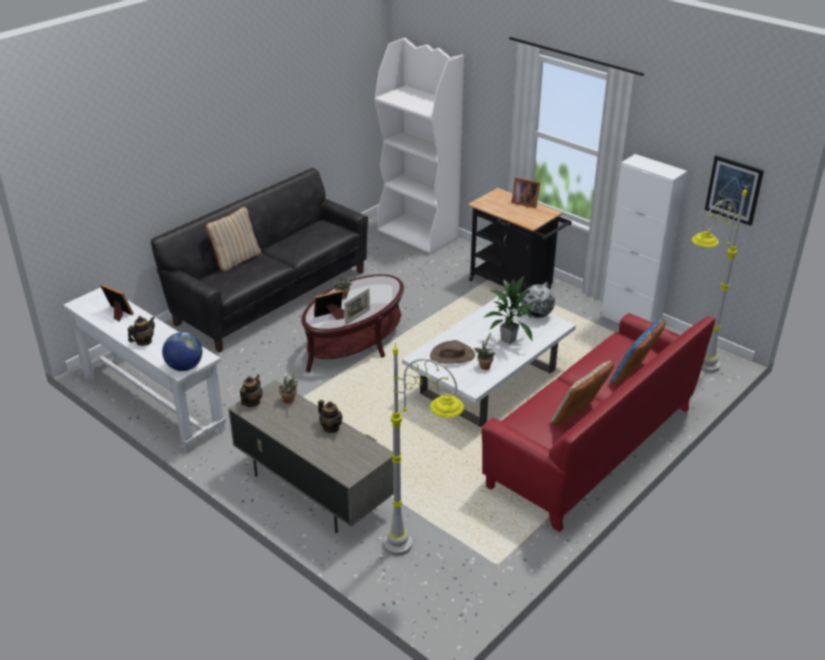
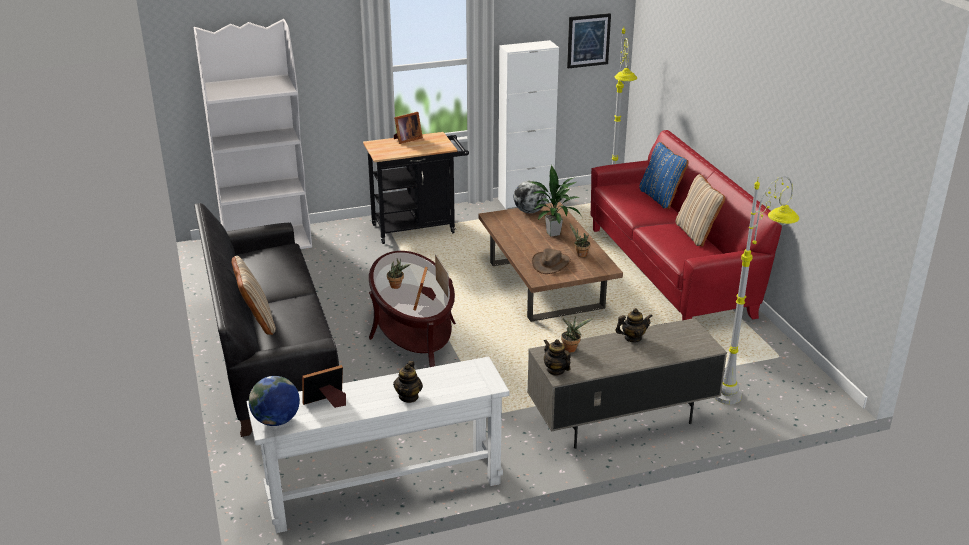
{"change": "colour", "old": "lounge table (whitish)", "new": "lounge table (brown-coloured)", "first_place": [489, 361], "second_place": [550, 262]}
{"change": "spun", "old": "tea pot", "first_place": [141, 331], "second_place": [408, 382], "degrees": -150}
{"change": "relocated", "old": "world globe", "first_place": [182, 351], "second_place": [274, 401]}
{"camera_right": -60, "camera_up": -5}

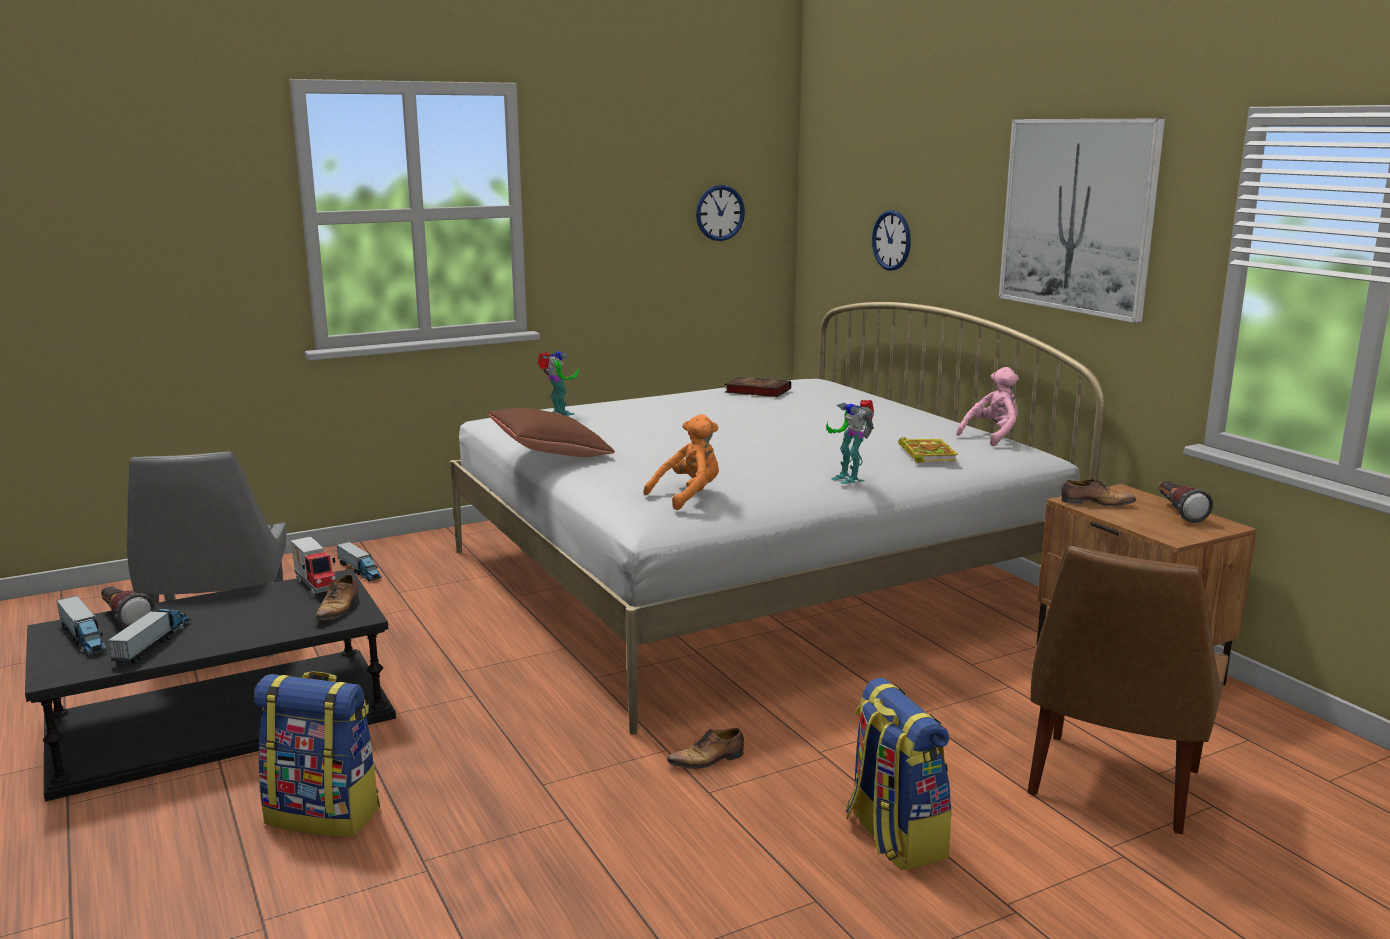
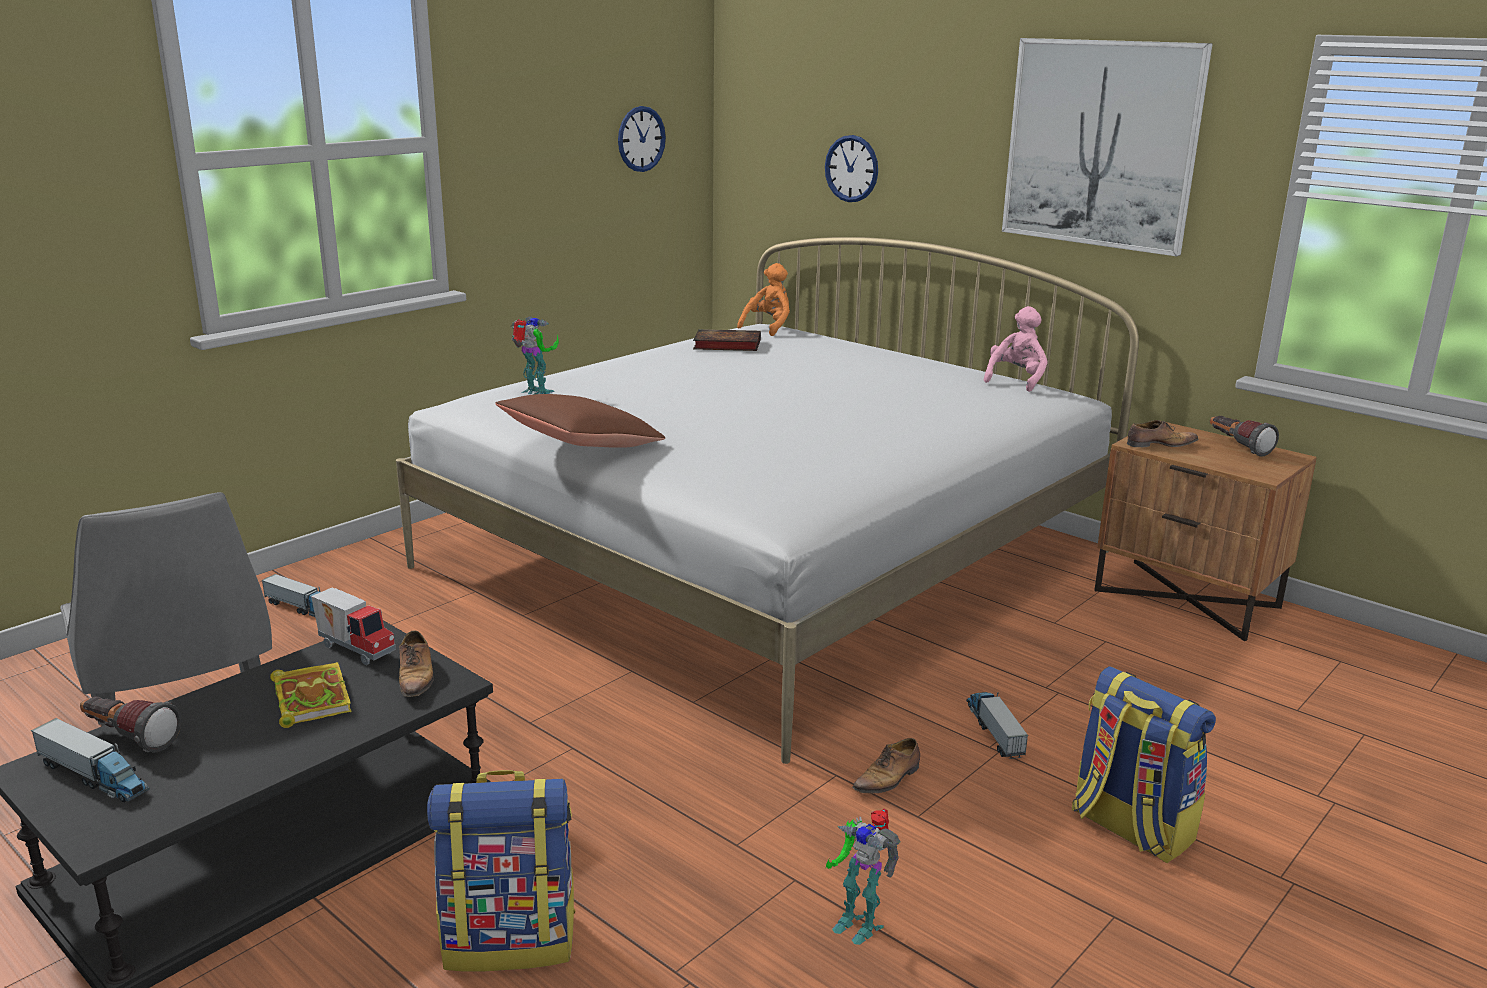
{"change": "relocated", "old": "model robot", "first_place": [850, 442], "second_place": [863, 876]}
{"change": "relocated", "old": "plush toy (orangey)", "first_place": [681, 462], "second_place": [763, 299]}
{"change": "relocated", "old": "book", "first_place": [928, 450], "second_place": [310, 695]}
{"change": "missing", "old": "chair (brown-coloured)", "first_place": [1128, 690]}
{"change": "relocated", "old": "toy truck", "first_place": [149, 636], "second_place": [997, 725]}
{"camera_right": -20, "camera_up": 5}

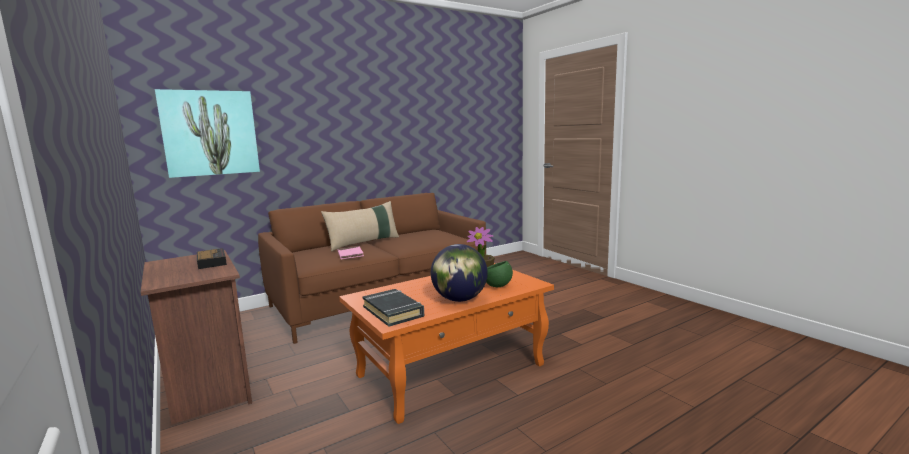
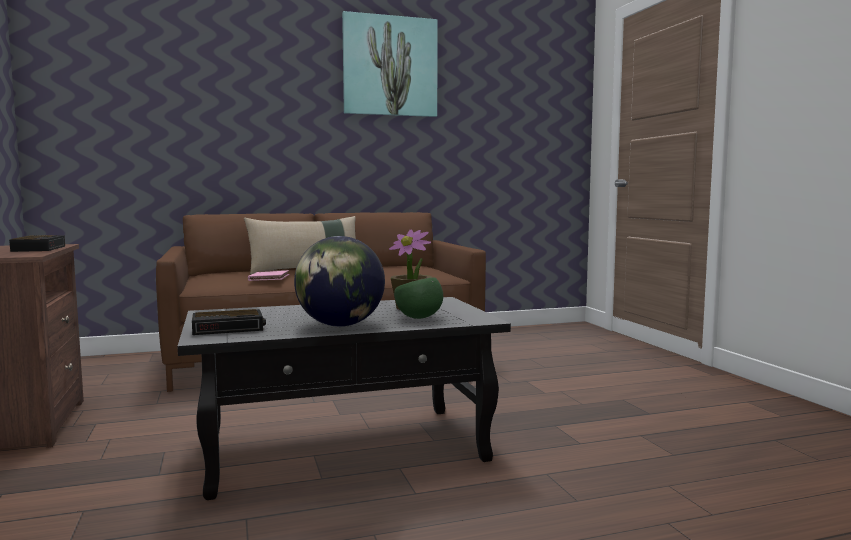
{"change": "relocated", "old": "wall art", "first_place": [207, 133], "second_place": [390, 64]}
{"change": "colour", "old": "lounge table (orangey)", "new": "lounge table (black-coloured)", "first_place": [446, 343], "second_place": [344, 398]}
{"change": "exchanged", "old": "book (black-coloured)", "new": "table clock", "first_place": [393, 308], "second_place": [229, 322]}
{"camera_right": 15, "camera_up": -5}

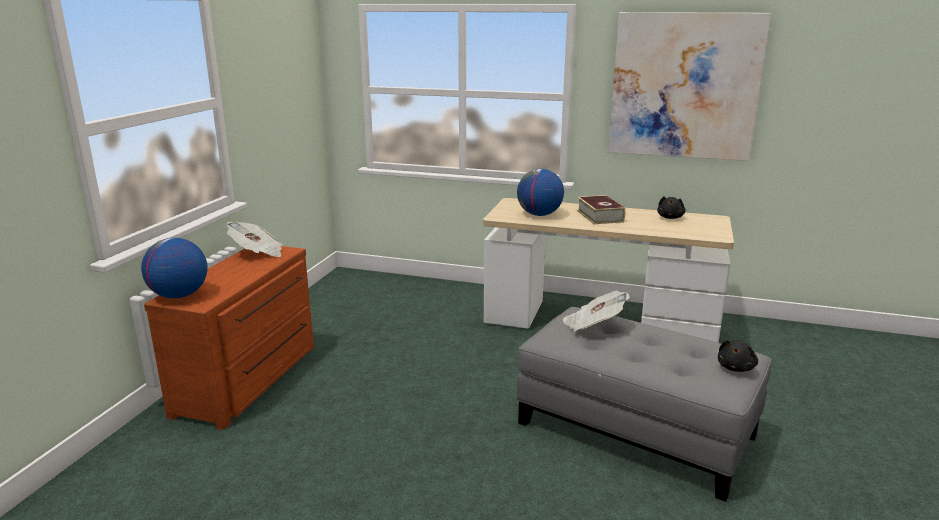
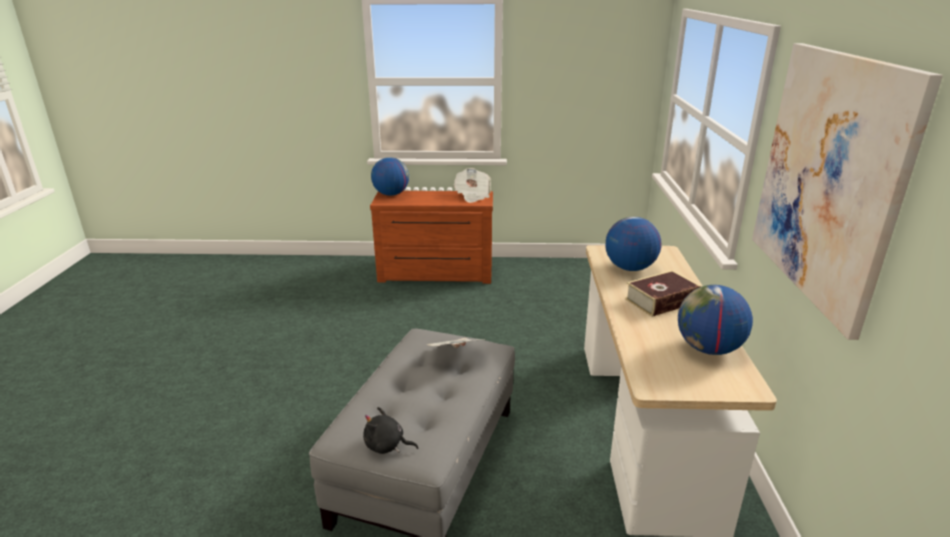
{"change": "exchanged", "old": "plush toy (black-coloured)", "new": "world globe", "first_place": [671, 207], "second_place": [715, 320]}
{"camera_right": 75, "camera_up": 5}

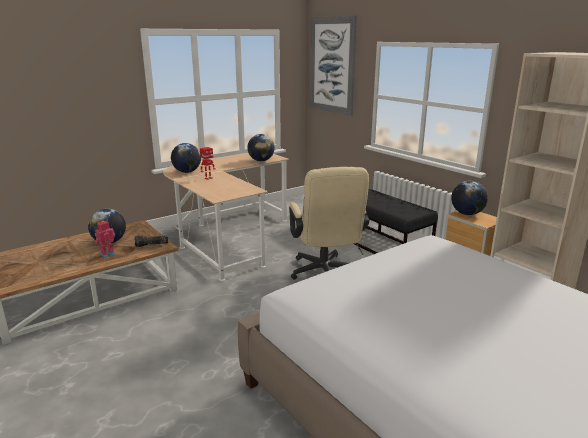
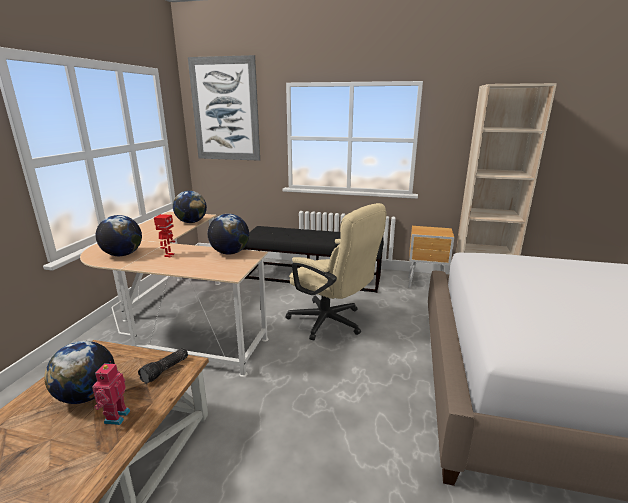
{"change": "relocated", "old": "world globe", "first_place": [469, 198], "second_place": [228, 234]}
{"camera_right": -40, "camera_up": 0}

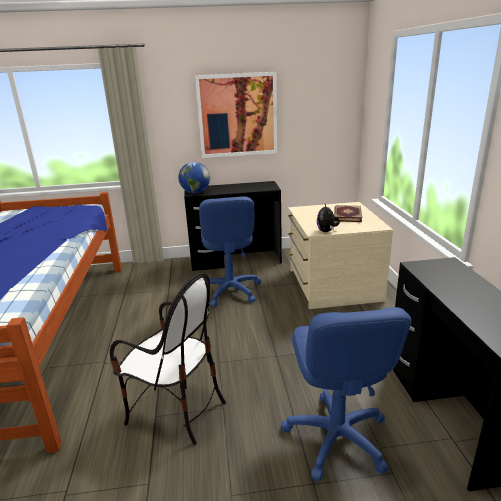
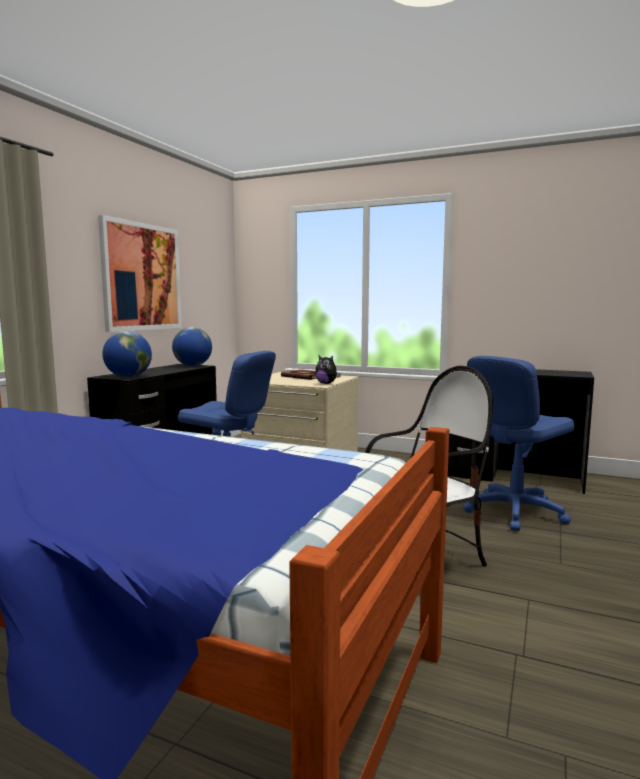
{"change": "spun", "old": "desk chair (bluish)", "first_place": [345, 394], "second_place": [519, 443], "degrees": 120}
{"change": "appeared", "new": "world globe", "second_place": [192, 346]}
{"camera_right": -60, "camera_up": -15}

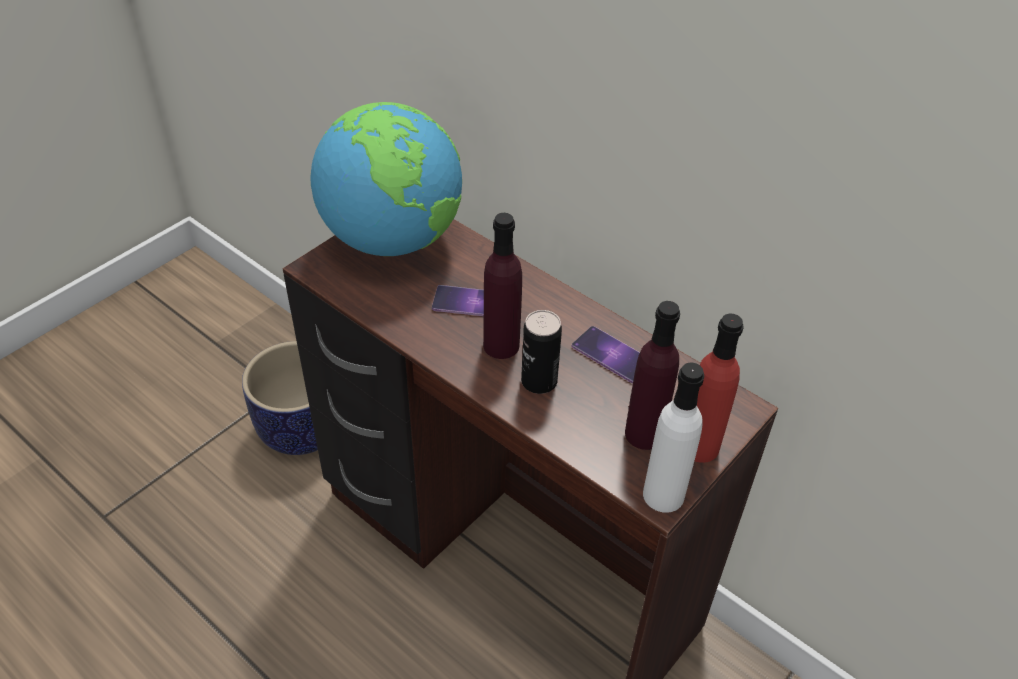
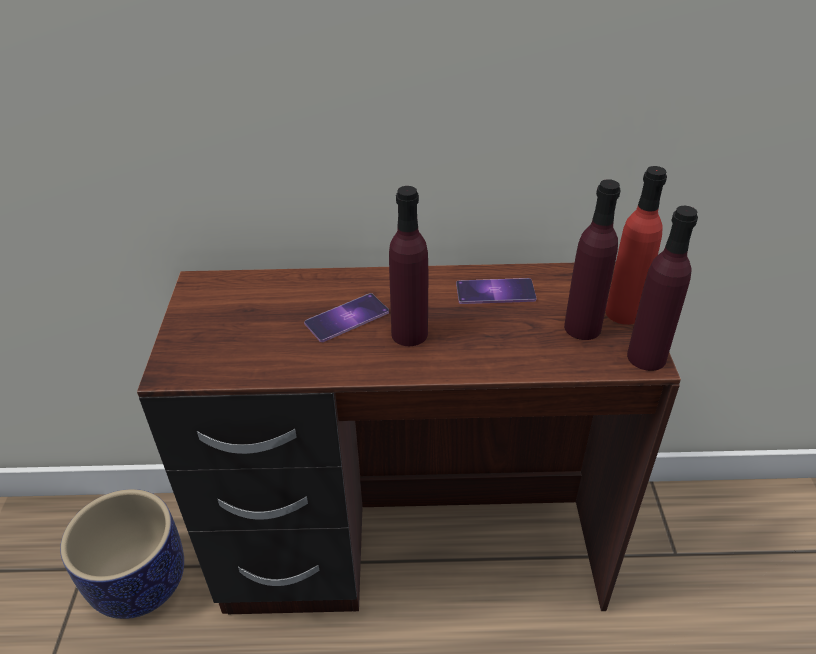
{"change": "missing", "old": "world globe", "first_place": [386, 179]}
{"change": "missing", "old": "sealed can", "first_place": [541, 352]}
{"change": "colour", "old": "beverage bottle (whitish)", "new": "beverage bottle (purple-coloured)", "first_place": [673, 438], "second_place": [662, 288]}
{"camera_right": -40, "camera_up": -5}

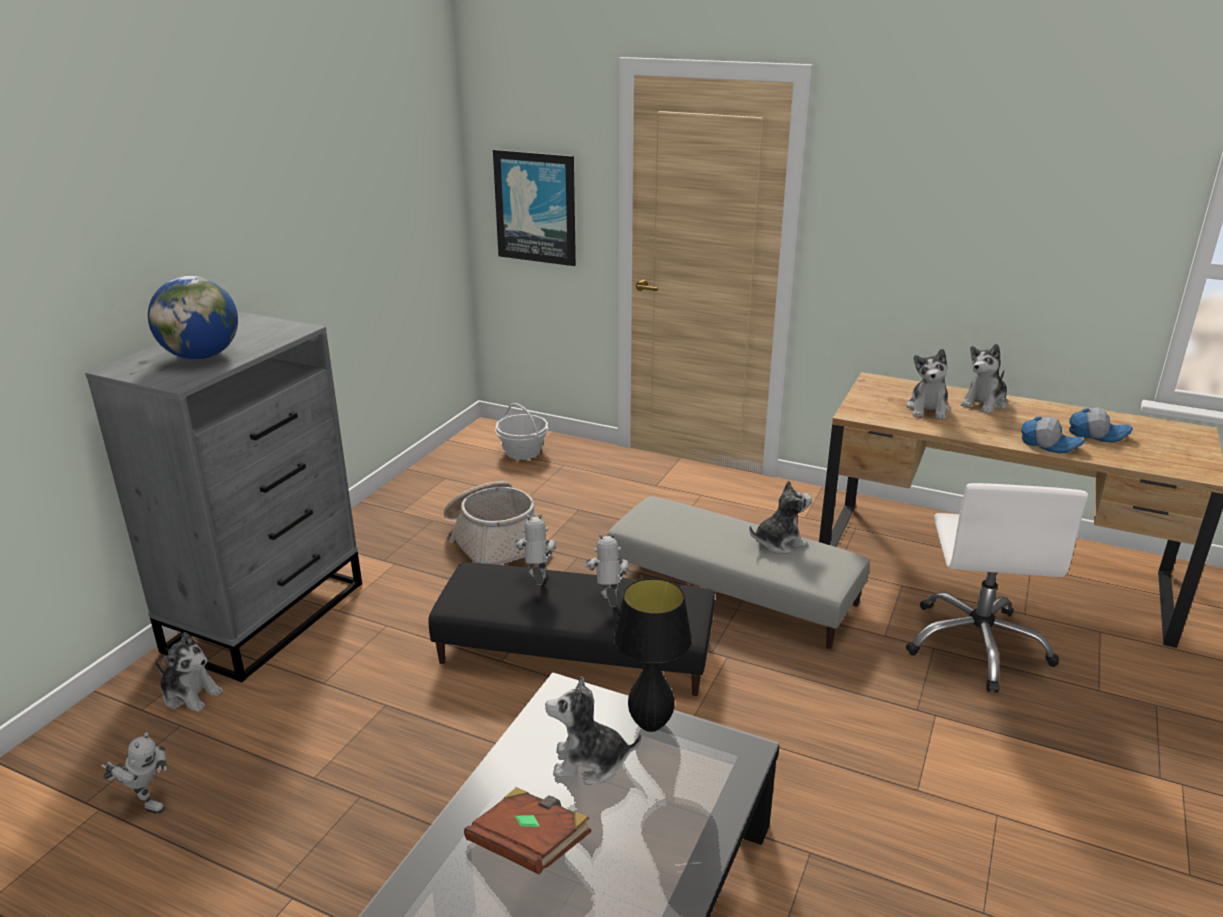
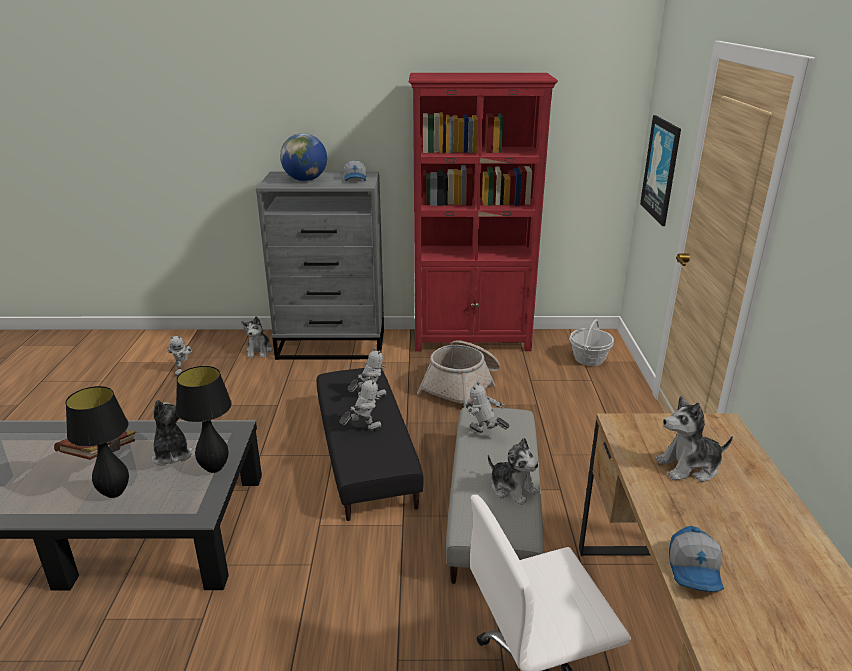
{"change": "missing", "old": "plush toy", "first_place": [984, 379]}
{"change": "relocated", "old": "cap", "first_place": [1101, 425], "second_place": [355, 170]}
{"change": "appeared", "new": "bookcase (reddish)", "second_place": [483, 212]}
{"change": "appeared", "new": "model robot", "second_place": [487, 407]}
{"change": "appeared", "new": "lamp for a table (black-coloured)", "second_place": [97, 442]}
{"camera_right": 65, "camera_up": 0}

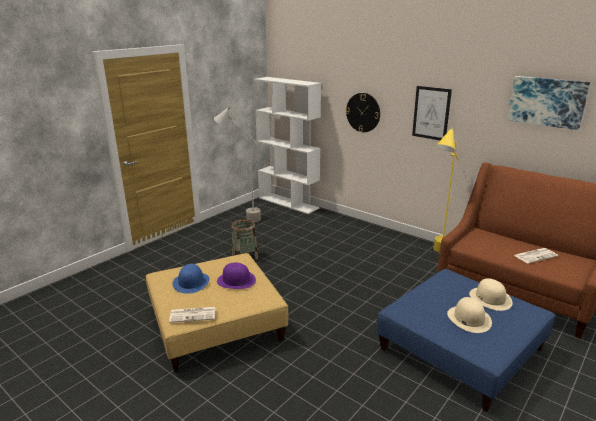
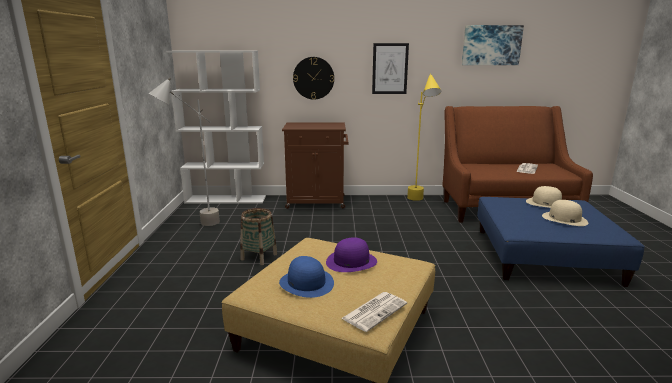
{"change": "appeared", "new": "storage cabinet (brown-coloured)", "second_place": [315, 166]}
{"camera_right": -40, "camera_up": -5}

